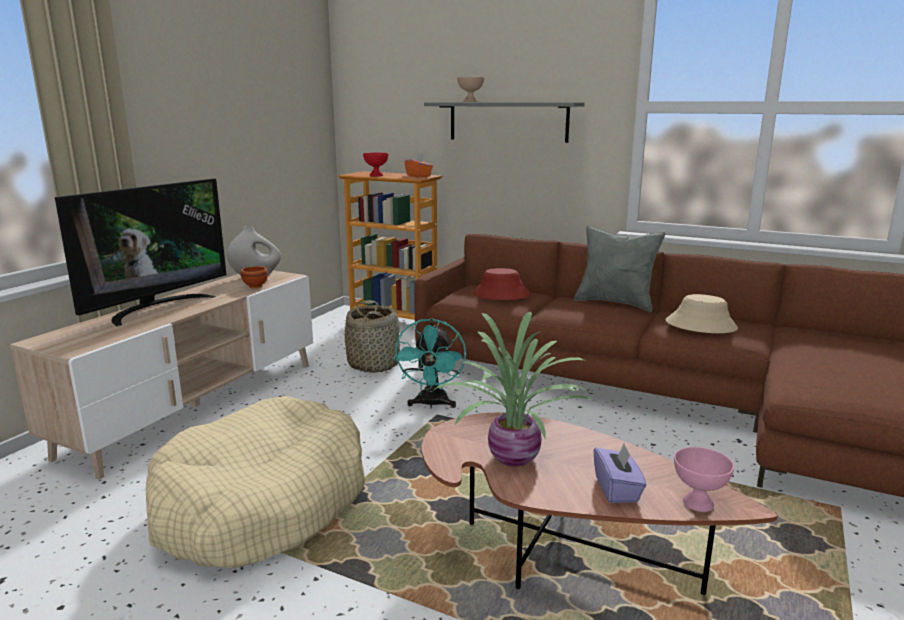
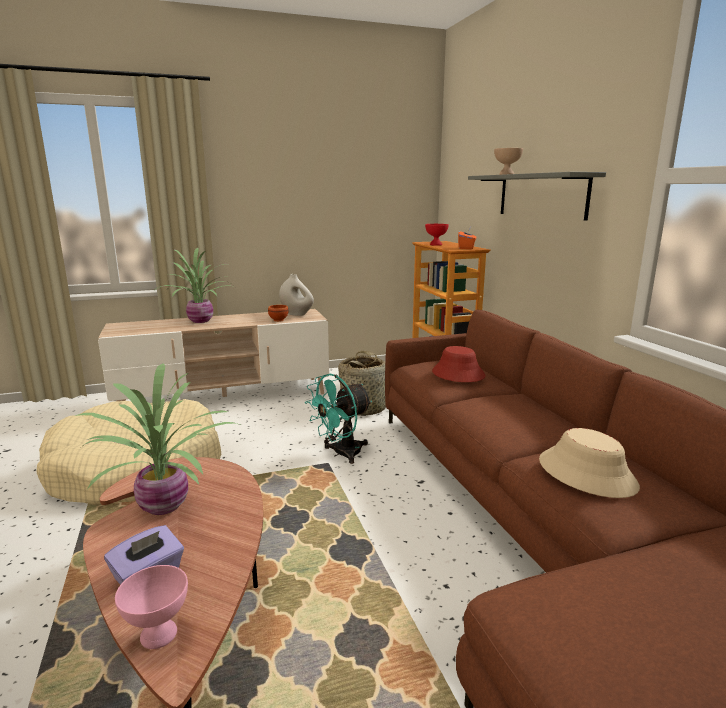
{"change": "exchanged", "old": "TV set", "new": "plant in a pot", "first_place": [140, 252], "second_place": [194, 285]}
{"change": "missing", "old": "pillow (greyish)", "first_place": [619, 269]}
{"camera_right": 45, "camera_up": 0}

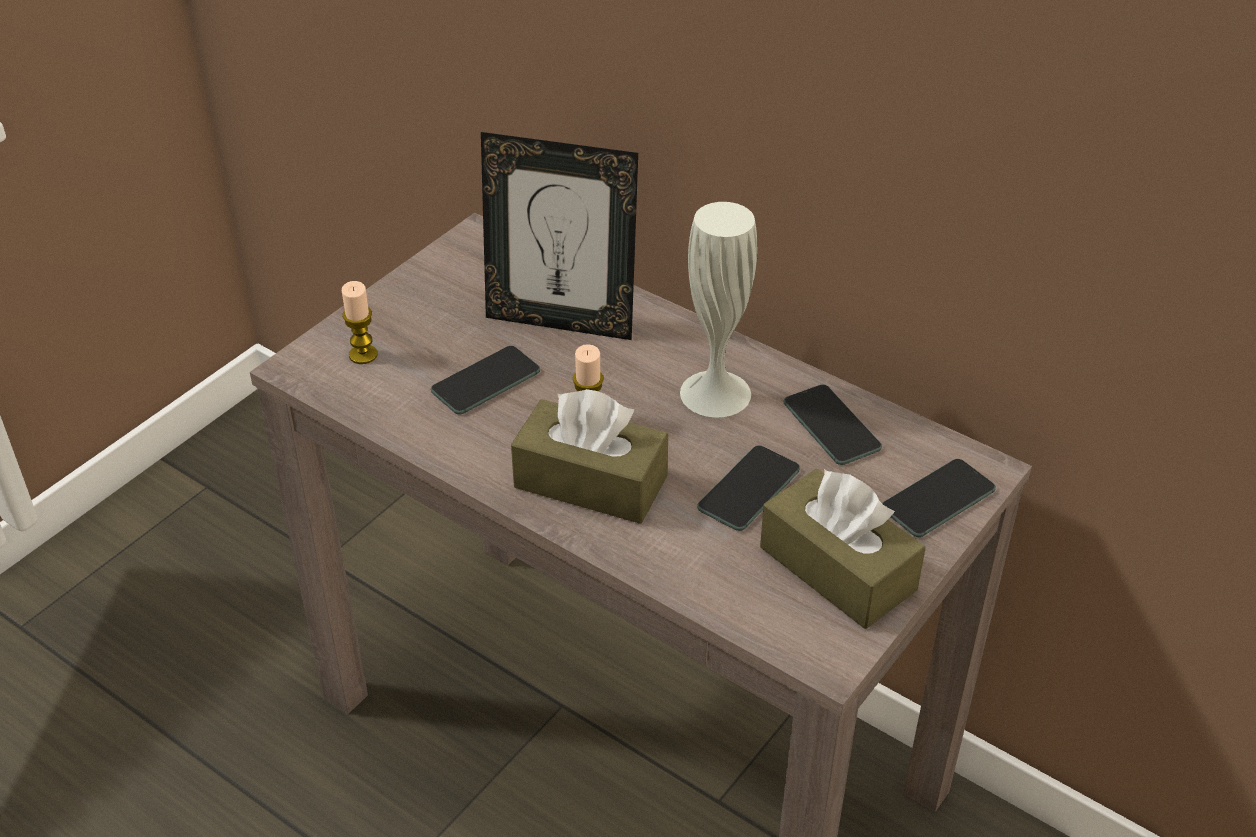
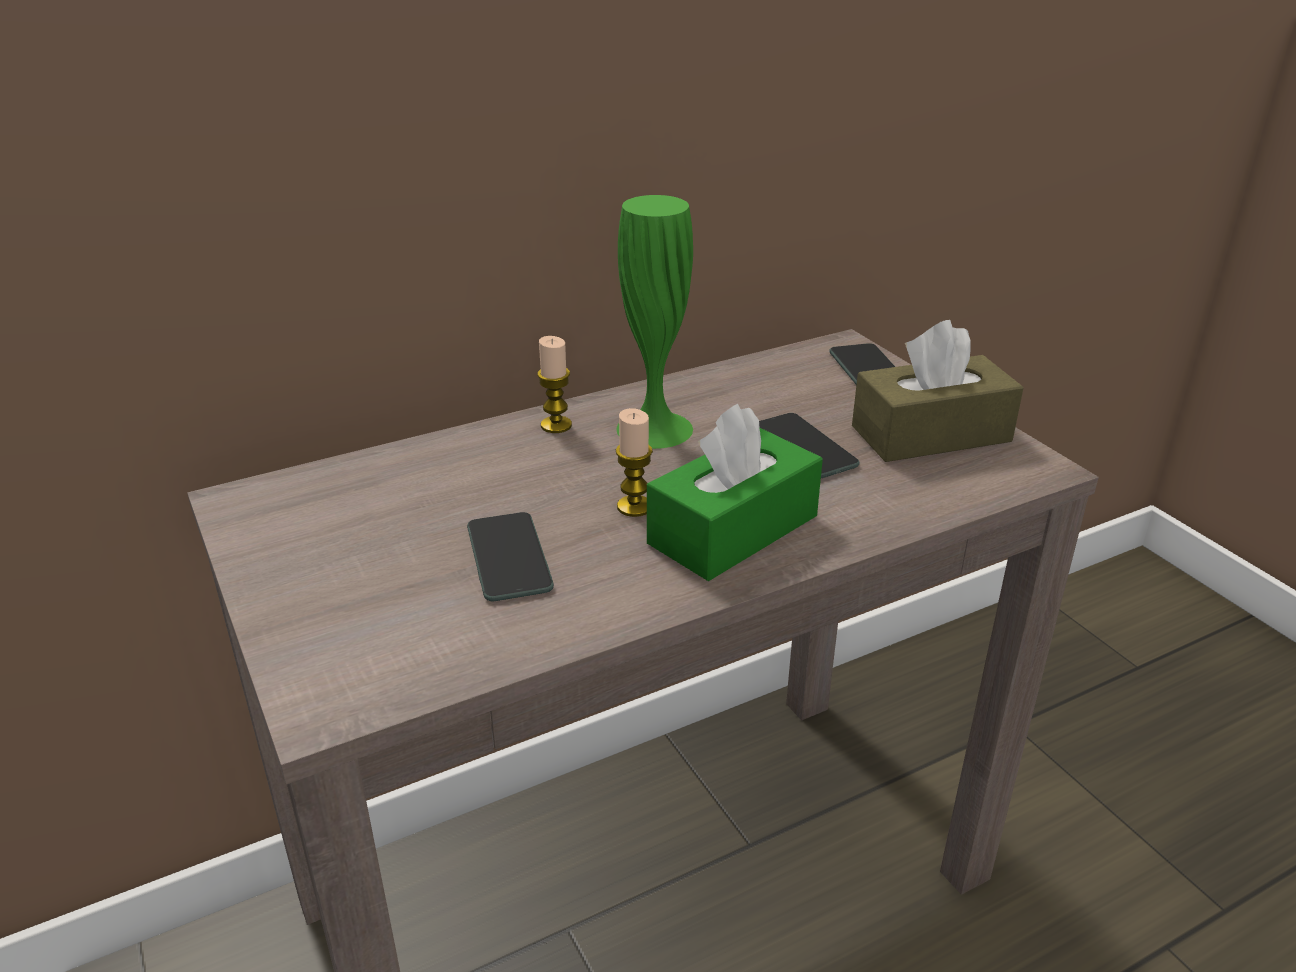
{"change": "missing", "old": "photo frame", "first_place": [559, 236]}
{"change": "colour", "old": "flower vase (whitish)", "new": "flower vase (green-coloured)", "first_place": [718, 310], "second_place": [654, 322]}
{"change": "relocated", "old": "wax light", "first_place": [360, 322], "second_place": [554, 384]}
{"change": "missing", "old": "handset", "first_place": [833, 425]}
{"change": "colour", "old": "box of tissues (brown-coloured)", "new": "box of tissues (green-coloured)", "first_place": [589, 456], "second_place": [735, 492]}
{"camera_right": -65, "camera_up": -10}

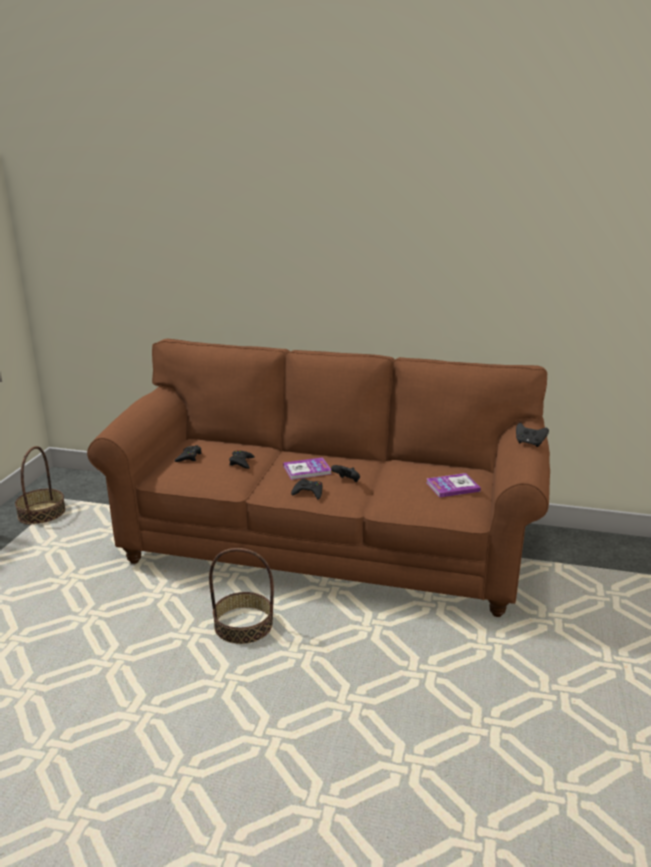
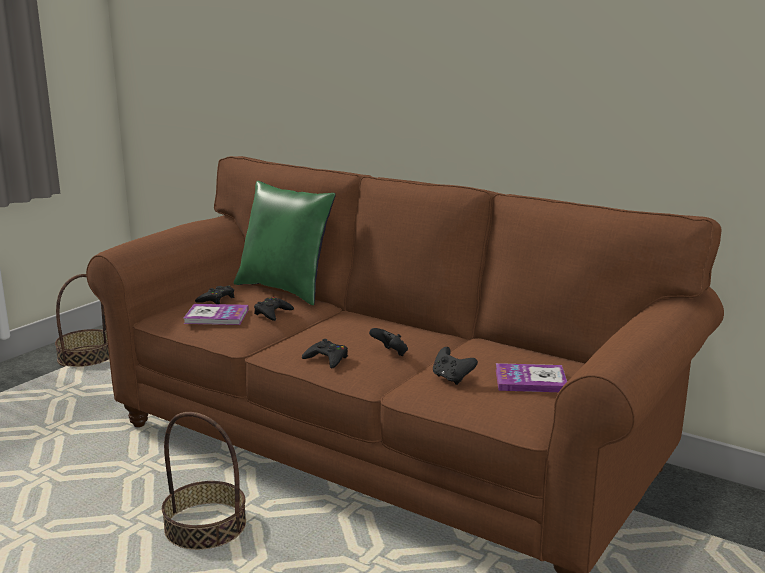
{"change": "relocated", "old": "game controller (black-coloured)", "first_place": [532, 435], "second_place": [455, 366]}
{"change": "relocated", "old": "book", "first_place": [307, 468], "second_place": [216, 314]}
{"change": "appeared", "new": "pillow (green-coloured)", "second_place": [285, 243]}
{"camera_right": 20, "camera_up": -5}

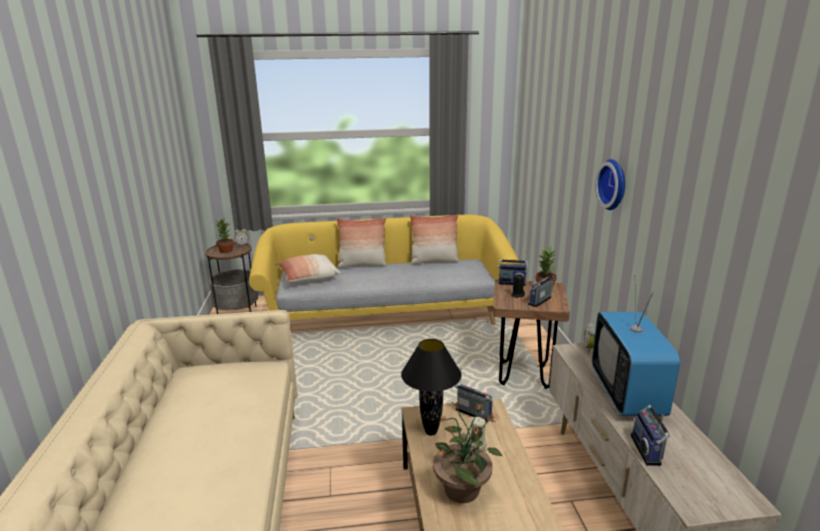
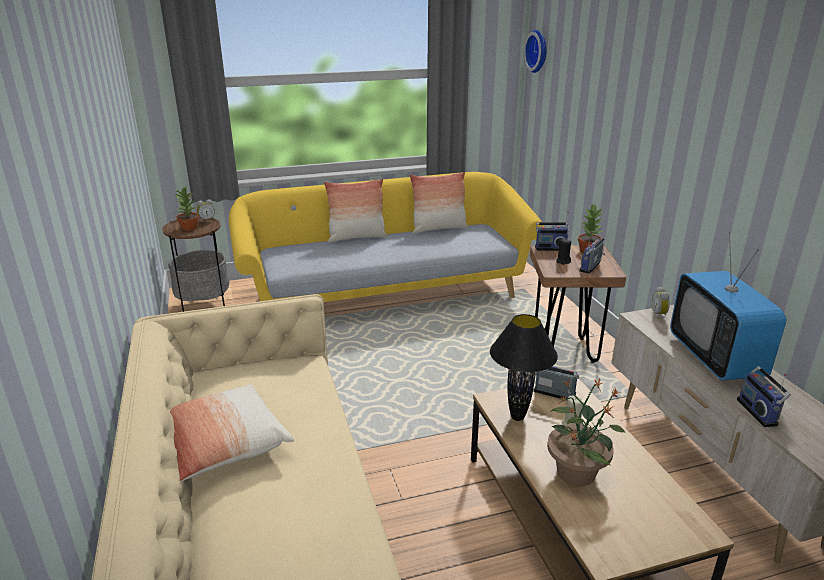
{"change": "relocated", "old": "hanging clock", "first_place": [610, 184], "second_place": [535, 51]}
{"change": "relocated", "old": "pillow", "first_place": [309, 268], "second_place": [232, 433]}
{"camera_right": -10, "camera_up": 5}

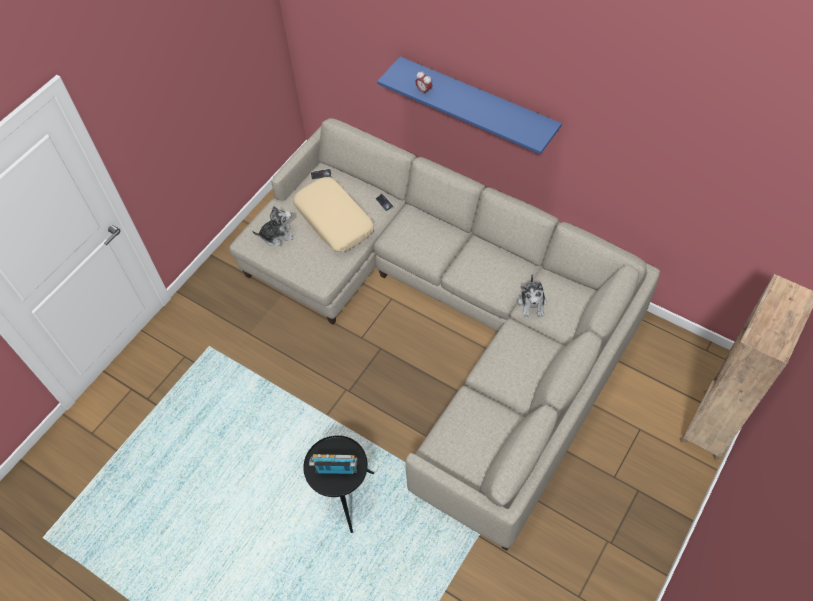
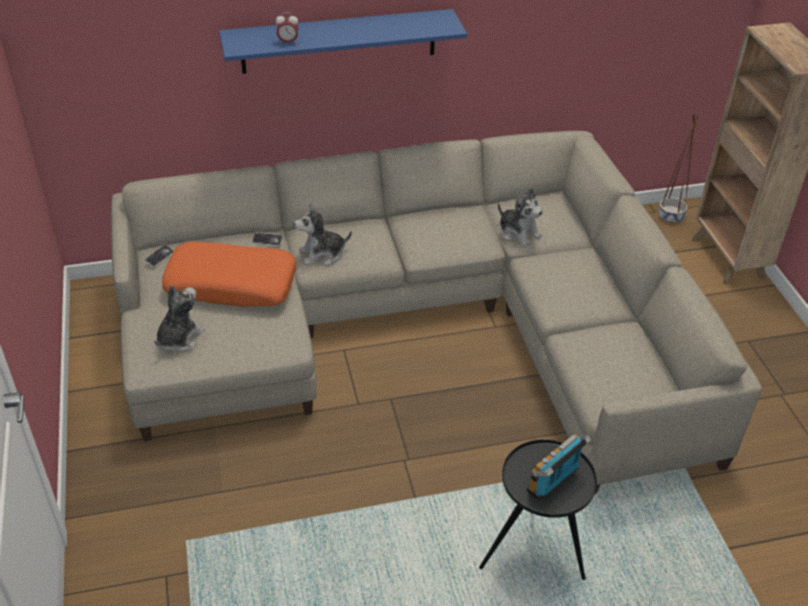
{"change": "colour", "old": "pillow (beige-coloured)", "new": "pillow (orangey)", "first_place": [333, 214], "second_place": [229, 274]}
{"change": "appeared", "new": "planter (brown-coloured)", "second_place": [678, 169]}
{"change": "appeared", "new": "plush toy", "second_place": [323, 235]}
{"camera_right": -50, "camera_up": -15}

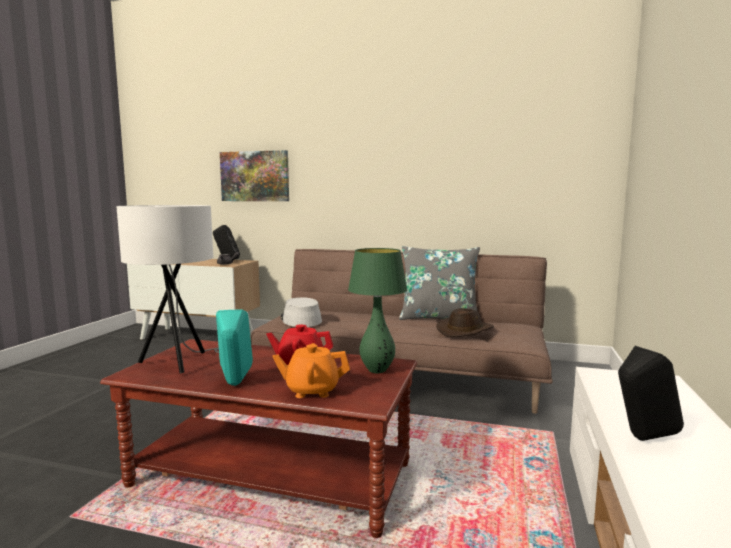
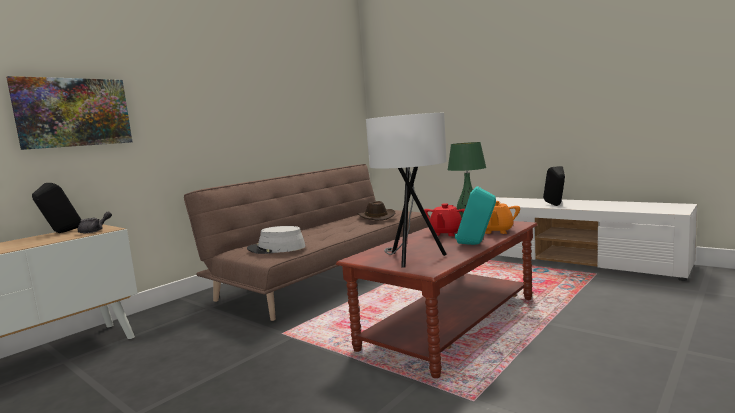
{"change": "missing", "old": "pillow (greyish)", "first_place": [439, 283]}
{"camera_right": -65, "camera_up": 0}

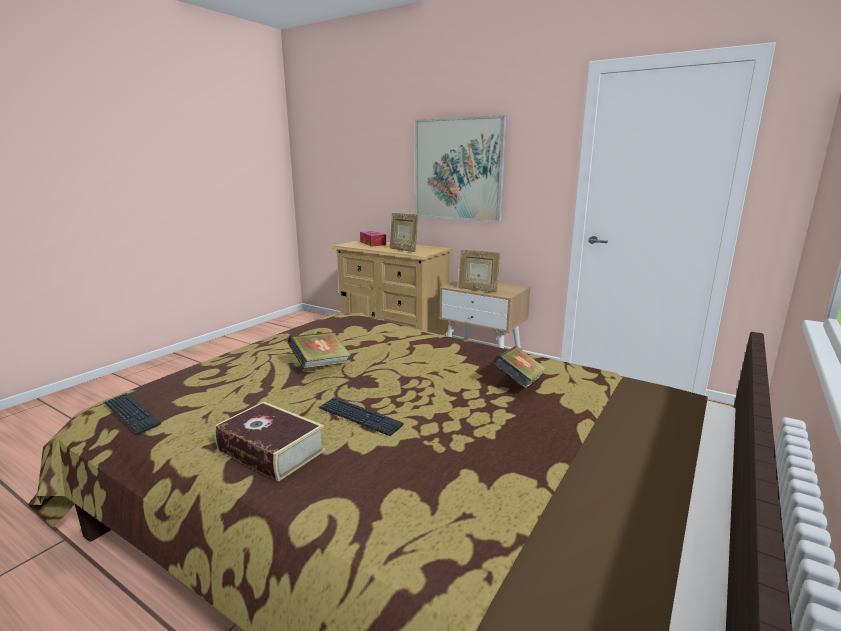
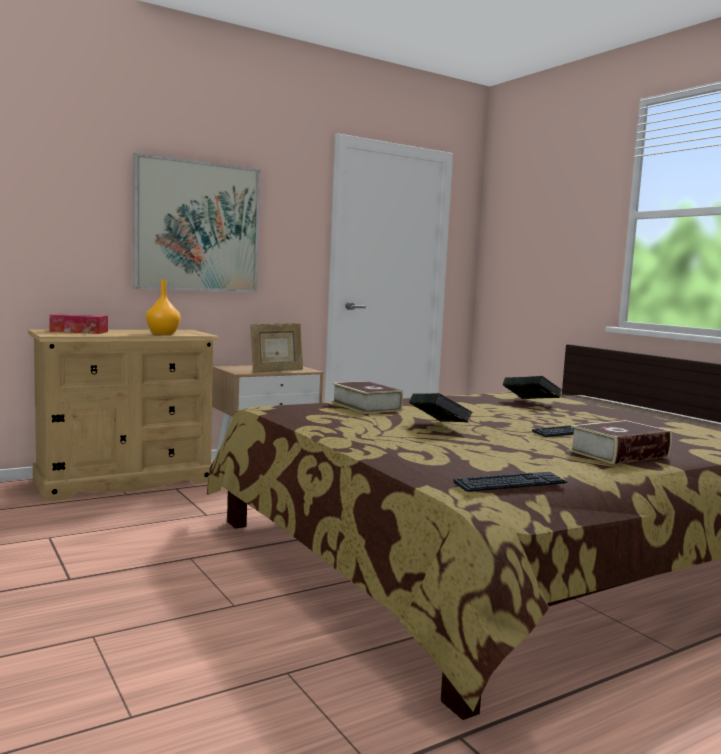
{"change": "exchanged", "old": "photo frame", "new": "flower vase (orangey)", "first_place": [404, 232], "second_place": [163, 307]}
{"change": "appeared", "new": "book", "second_place": [367, 397]}
{"camera_right": -65, "camera_up": -10}

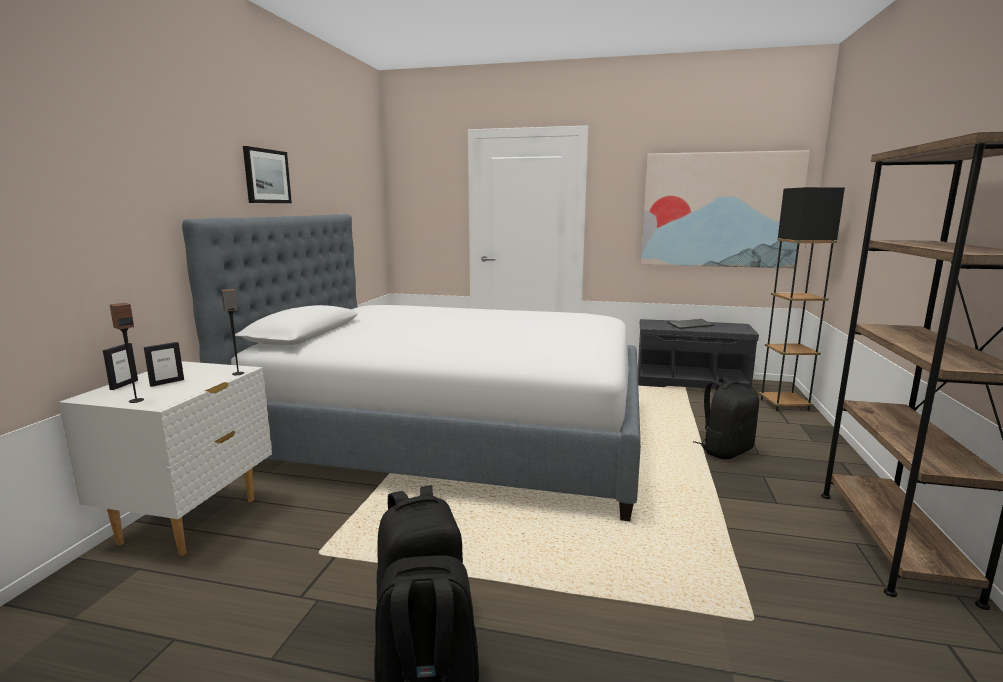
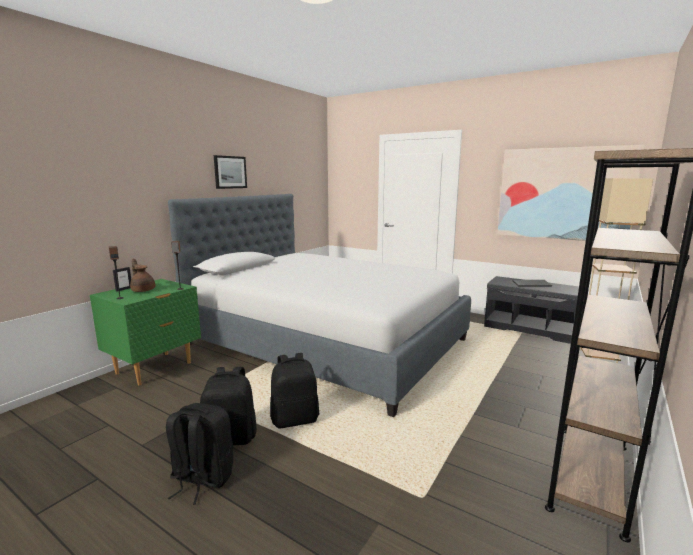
{"change": "colour", "old": "standard lamp (black-coloured)", "new": "standard lamp (beige-coloured)", "first_place": [802, 299], "second_place": [616, 270]}
{"change": "exchanged", "old": "photo frame", "new": "tea pot (brown-coloured)", "first_place": [164, 364], "second_place": [142, 275]}
{"change": "colour", "old": "bedside table (whitish)", "new": "bedside table (green-coloured)", "first_place": [165, 458], "second_place": [145, 332]}
{"change": "relocated", "old": "rucksack (black-coloured)", "first_place": [726, 418], "second_place": [294, 390]}
{"camera_right": 20, "camera_up": 0}

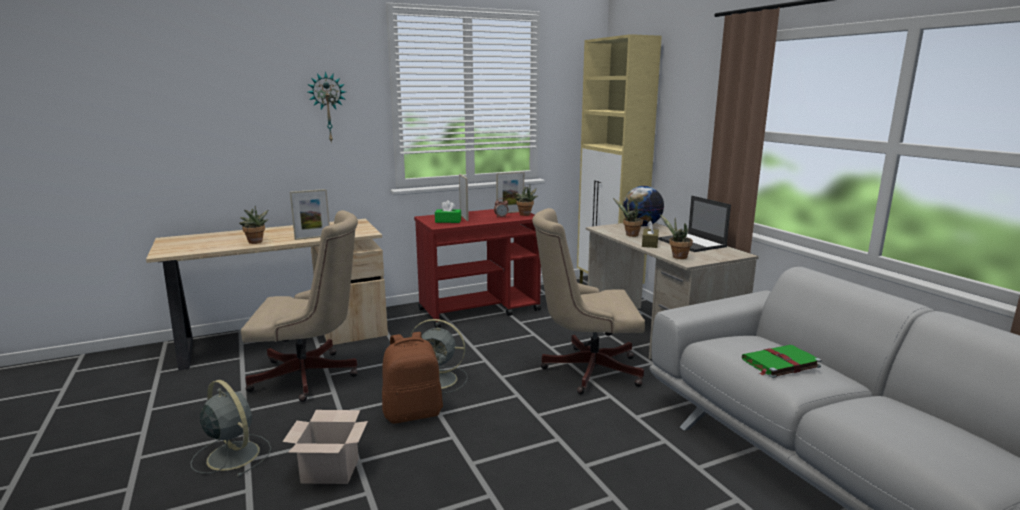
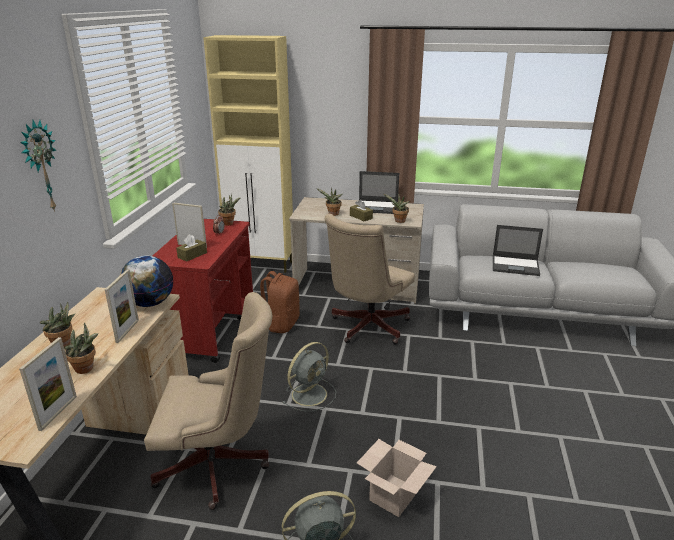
{"change": "relocated", "old": "photo frame", "first_place": [510, 192], "second_place": [48, 384]}
{"change": "relocated", "old": "world globe", "first_place": [643, 206], "second_place": [146, 281]}
{"change": "colour", "old": "box of tissues (green-coloured)", "new": "box of tissues (brown-coloured)", "first_place": [448, 211], "second_place": [191, 248]}
{"change": "spun", "old": "desk chair (beige-coloured)", "first_place": [299, 306], "second_place": [208, 401], "degrees": 60}
{"change": "relocated", "old": "rucksack (brown-coloured)", "first_place": [412, 378], "second_place": [280, 302]}
{"change": "exchanged", "old": "book (green-coloured)", "new": "portable computer", "first_place": [782, 361], "second_place": [518, 250]}
{"change": "appeared", "new": "plant in a pot", "second_place": [57, 324]}
{"camera_right": -55, "camera_up": 10}

